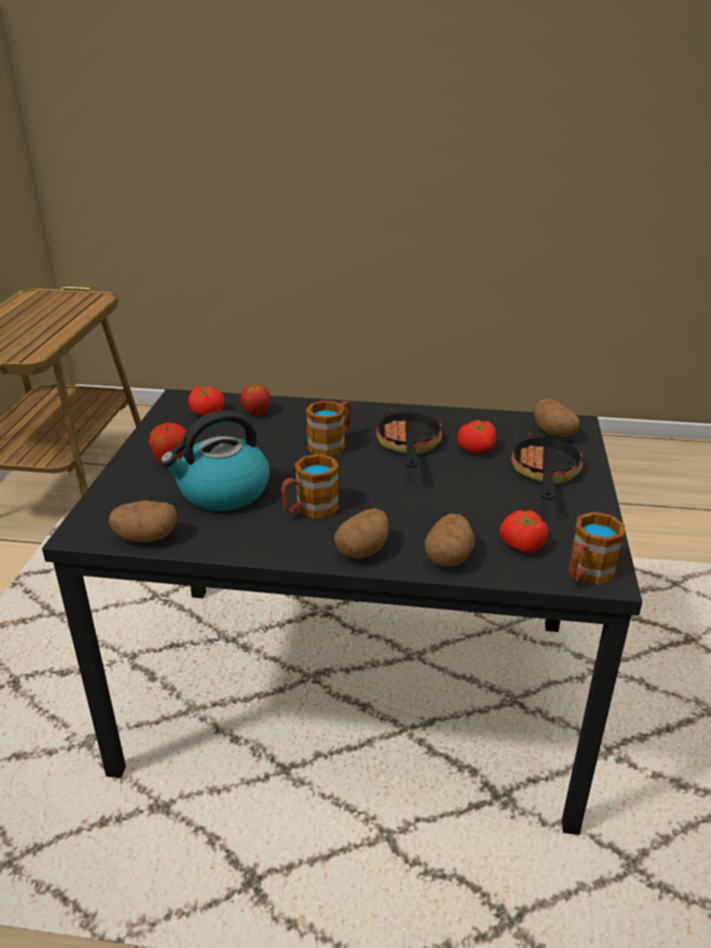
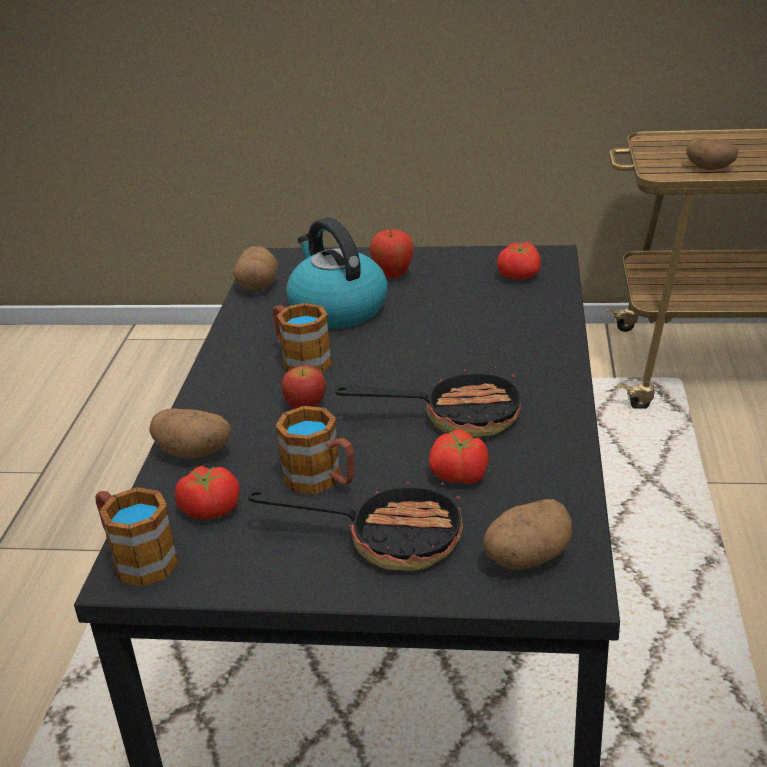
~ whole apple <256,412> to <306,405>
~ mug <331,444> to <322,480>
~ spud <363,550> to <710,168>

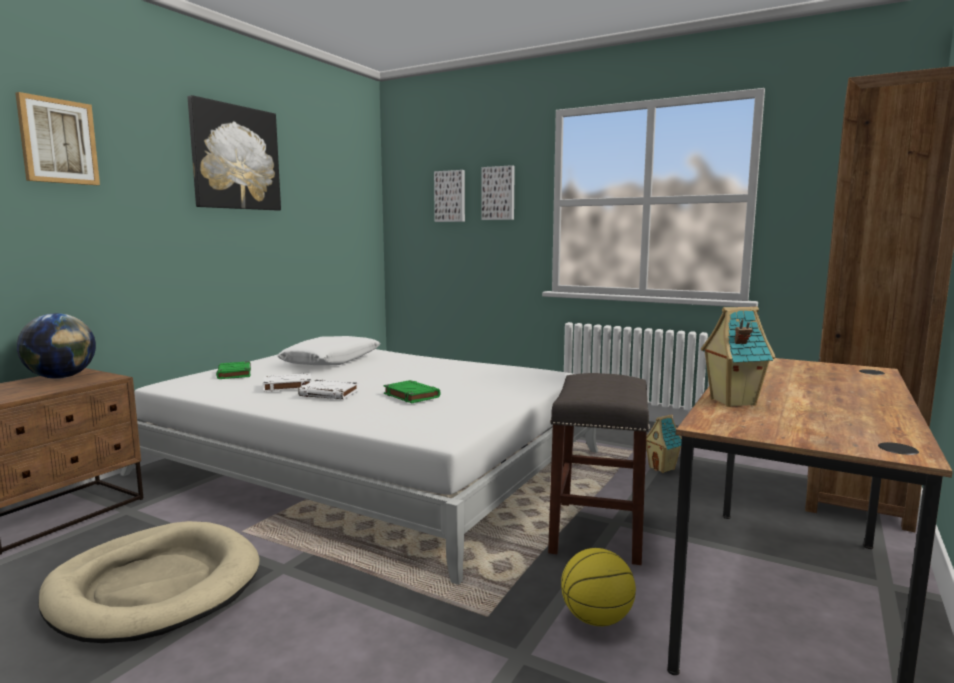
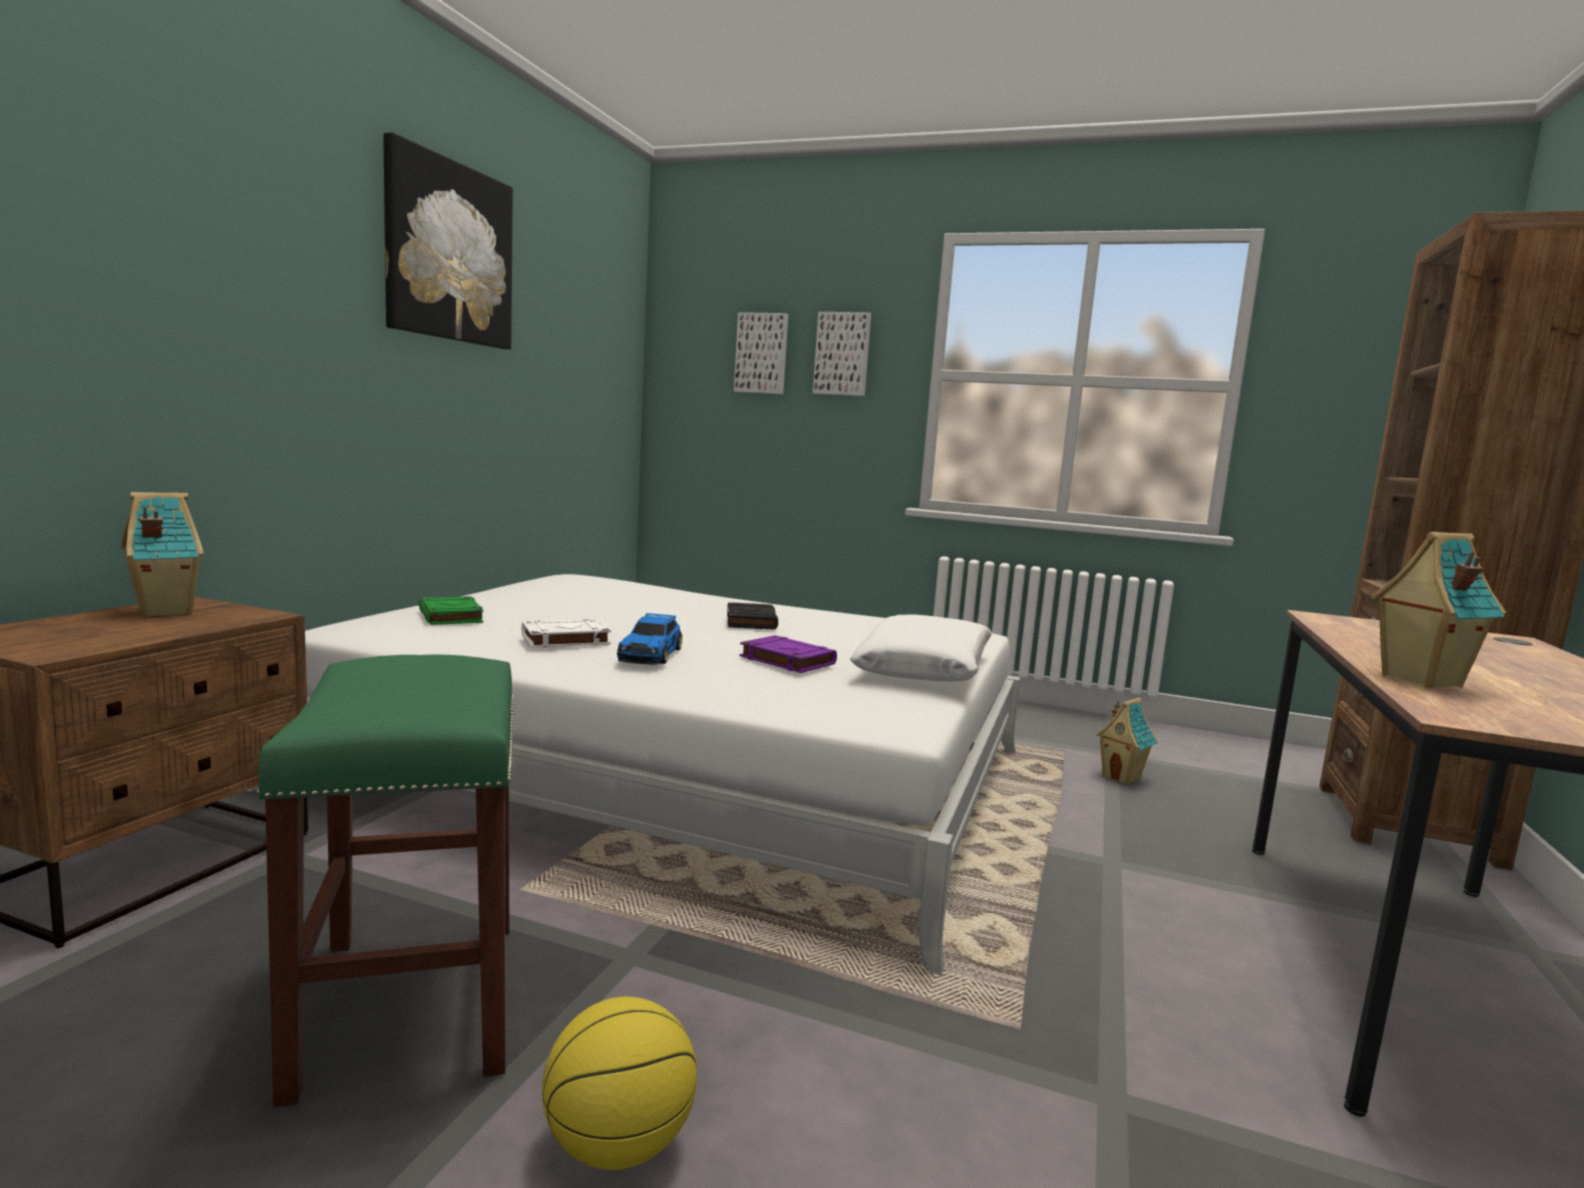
- wall art <58,141>
~ desk globe <61,377> to model house <163,611>
~ whitish cushion <332,361> to <925,668>
- grey sitting stool <596,530>
~ whitish book <330,394> to miniature car <650,654>
~ greenish book <410,395> to purple book <786,660>
~ beige-coloured pet bed <155,587> to greenish sitting stool <408,1001>
~ basketball <596,619> to <617,1145>
+ blackish book <750,621>

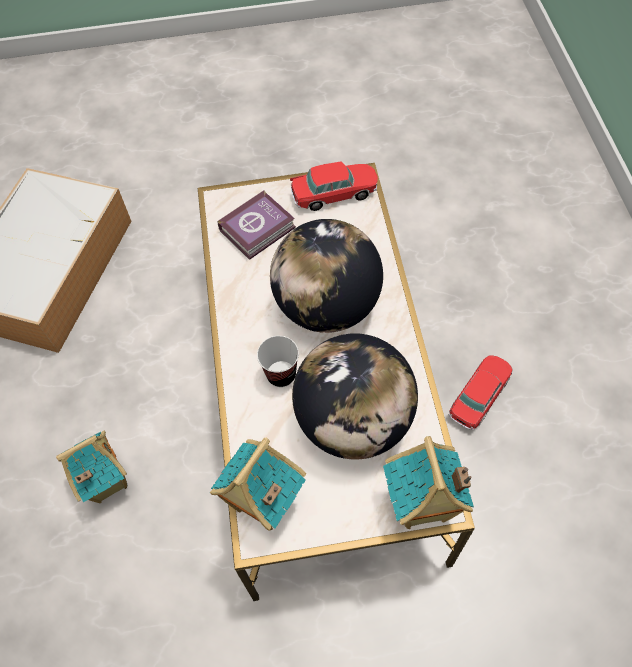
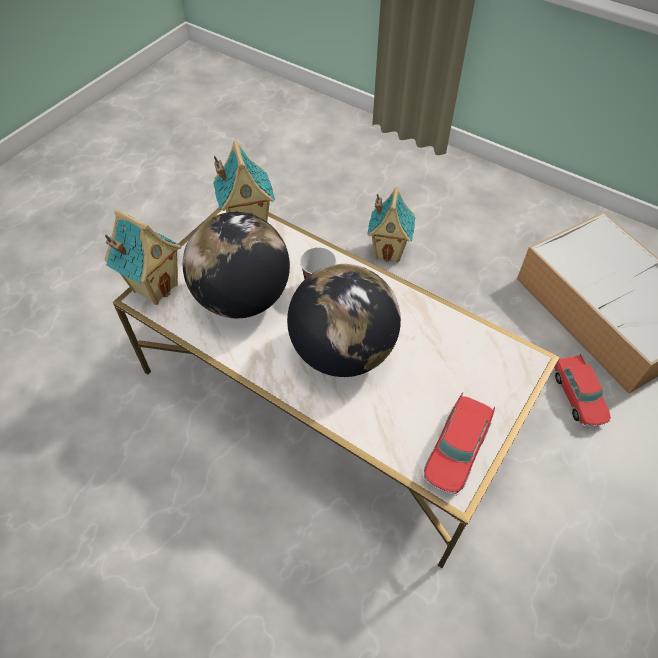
- book <259,229>
~ miniature car <479,396> to <578,396>

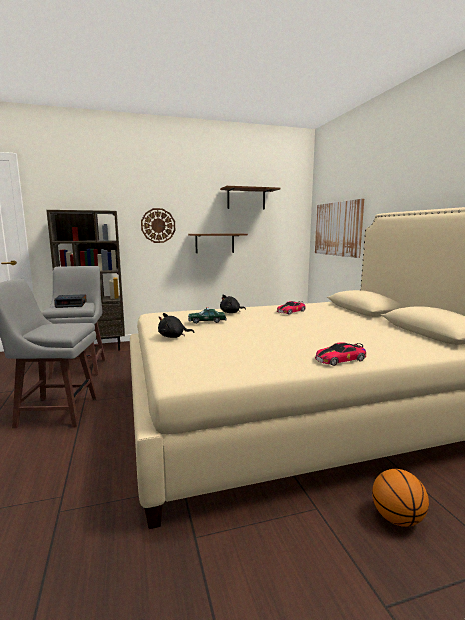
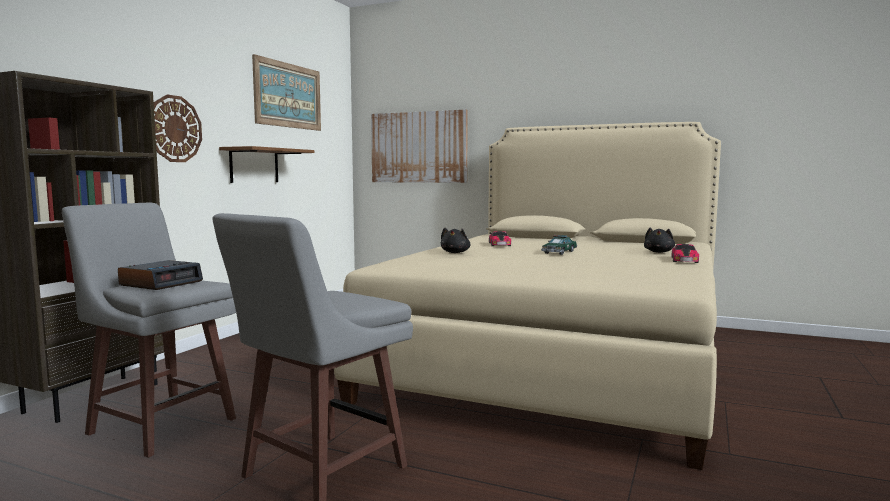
~ brown-coloured wall shelf <246,199> to wall art <288,95>
~ miniature car <207,321> to <559,252>
~ blackish cuddly toy <173,337> to <659,252>
- basketball <397,518>

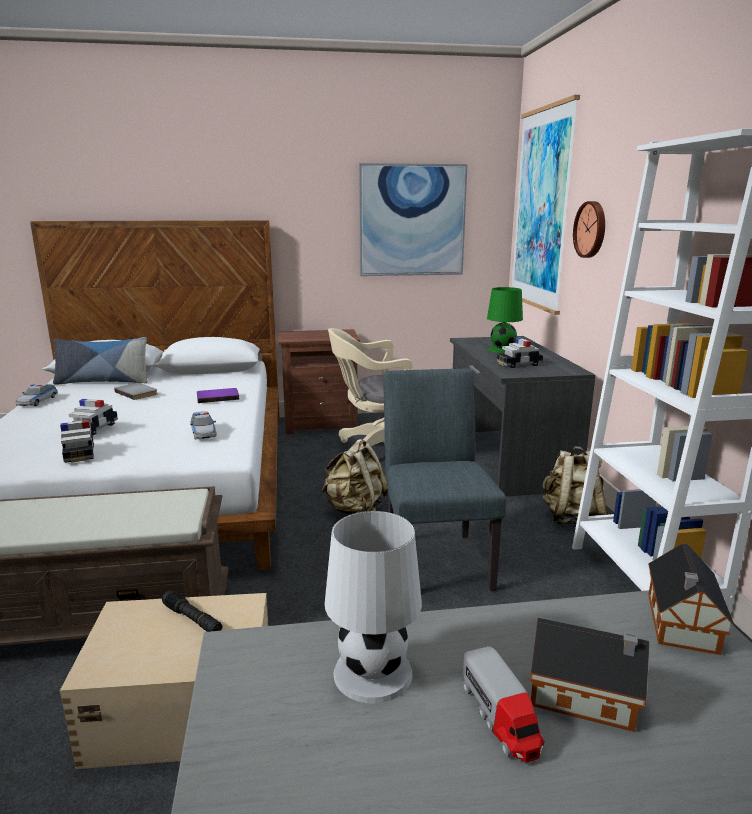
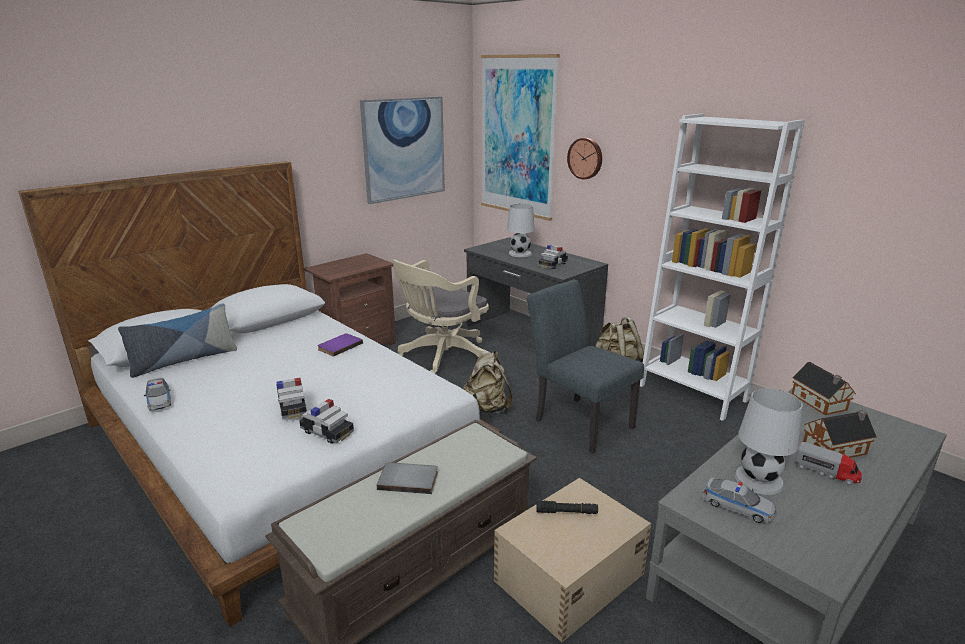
~ greenish table lamp <502,349> to whitish table lamp <519,253>
~ grey book <138,393> to <408,479>
~ miniature car <203,432> to <737,507>

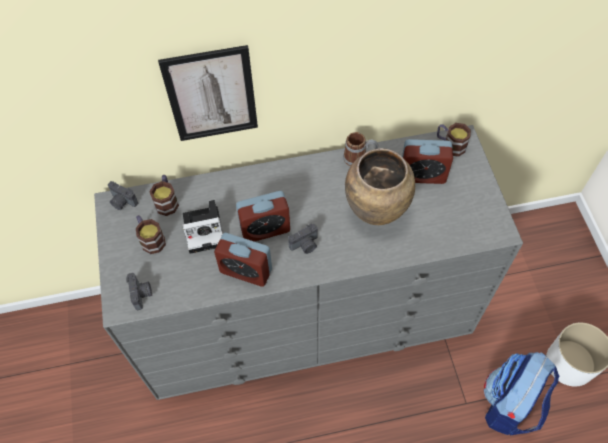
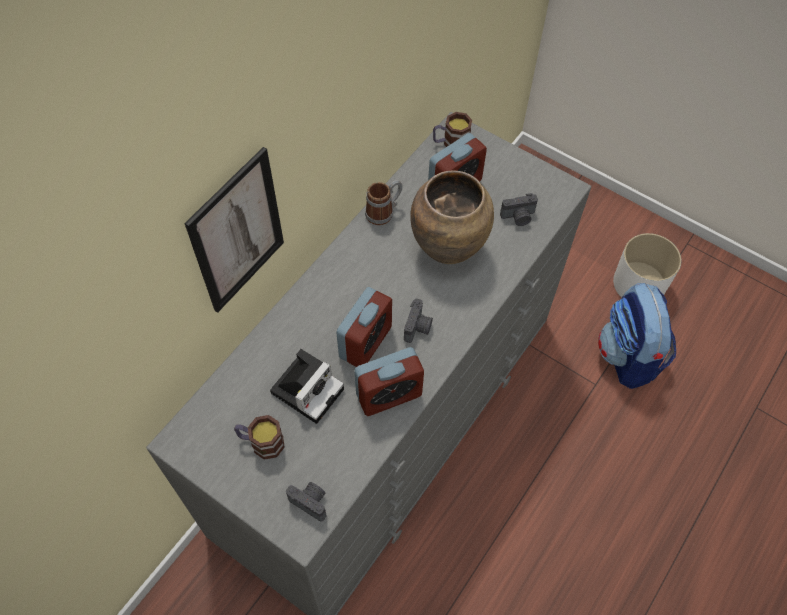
- mug <167,201>
~ still camera <122,202> to <518,217>

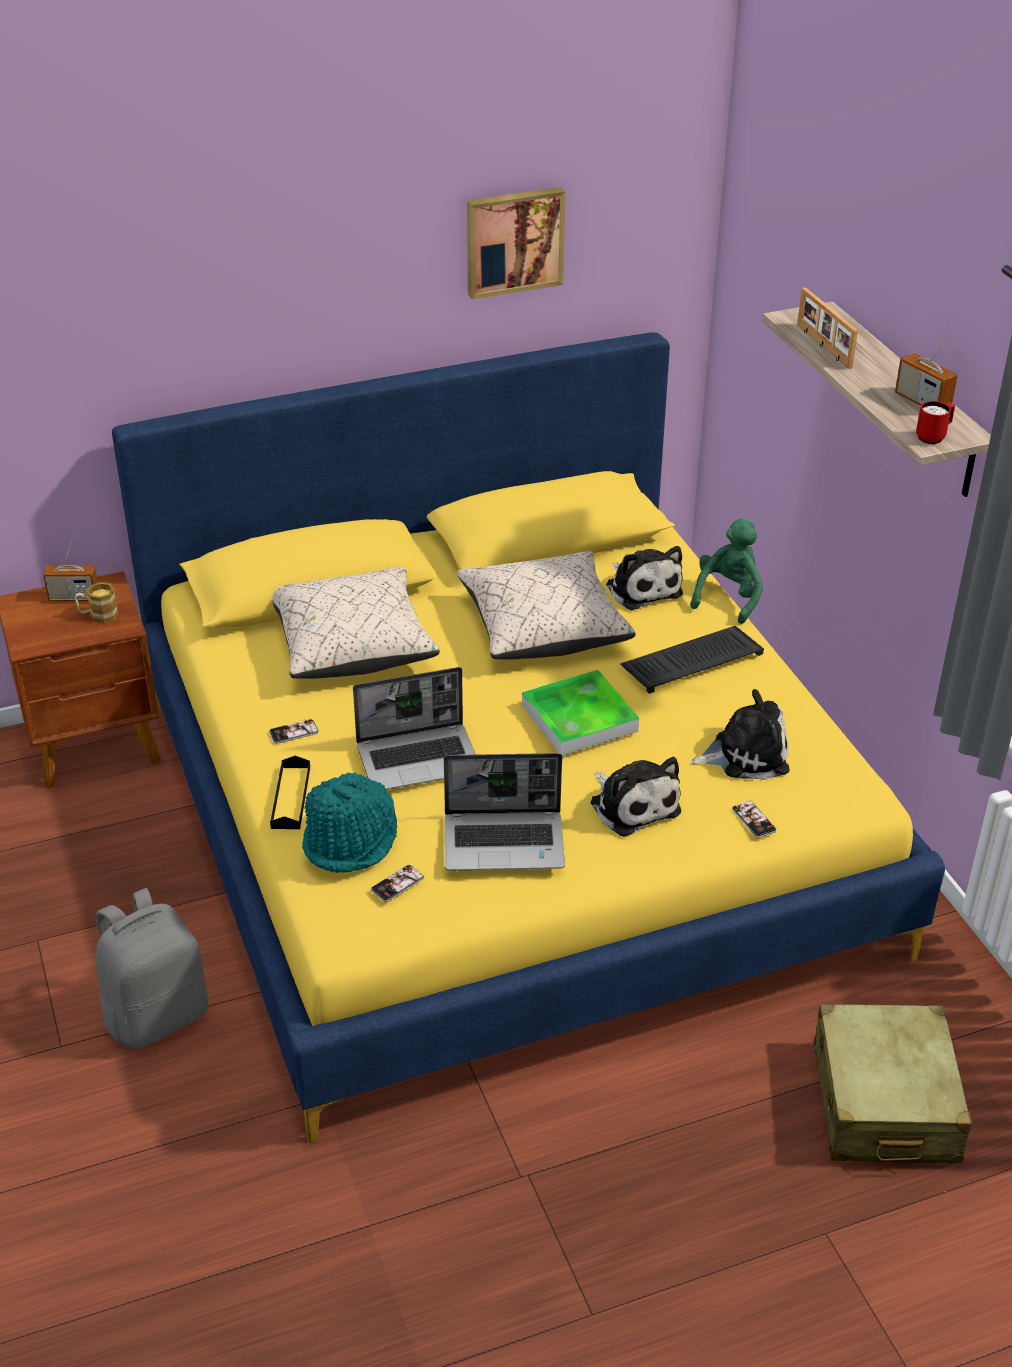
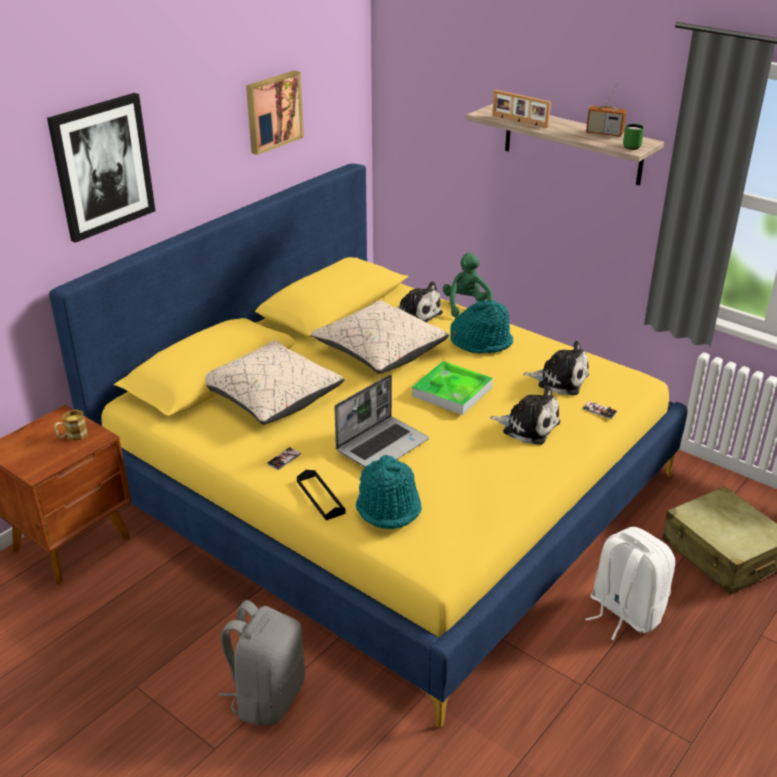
~ red-coloured mug <933,437> to greenish mug <632,146>
- radio receiver <74,597>
~ keyboard <692,659> to blue-green clothing hat <481,342>
~ cuddly toy <745,754> = <559,380> 60 degrees clockwise
- portable computer <505,842>
- phone <397,884>
+ wall art <102,166>
+ whitish backpack <624,612>

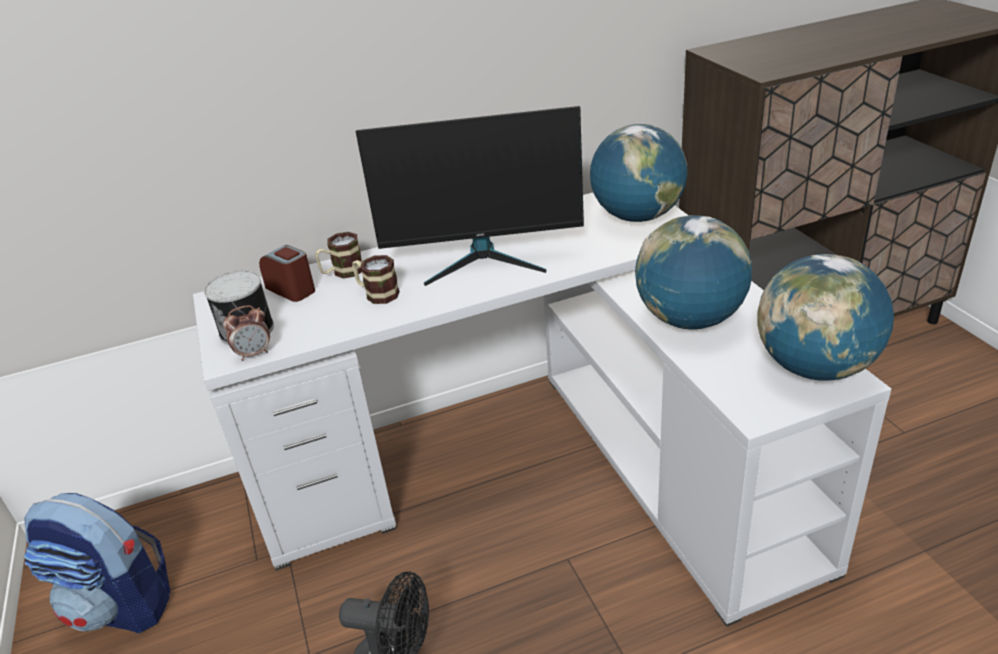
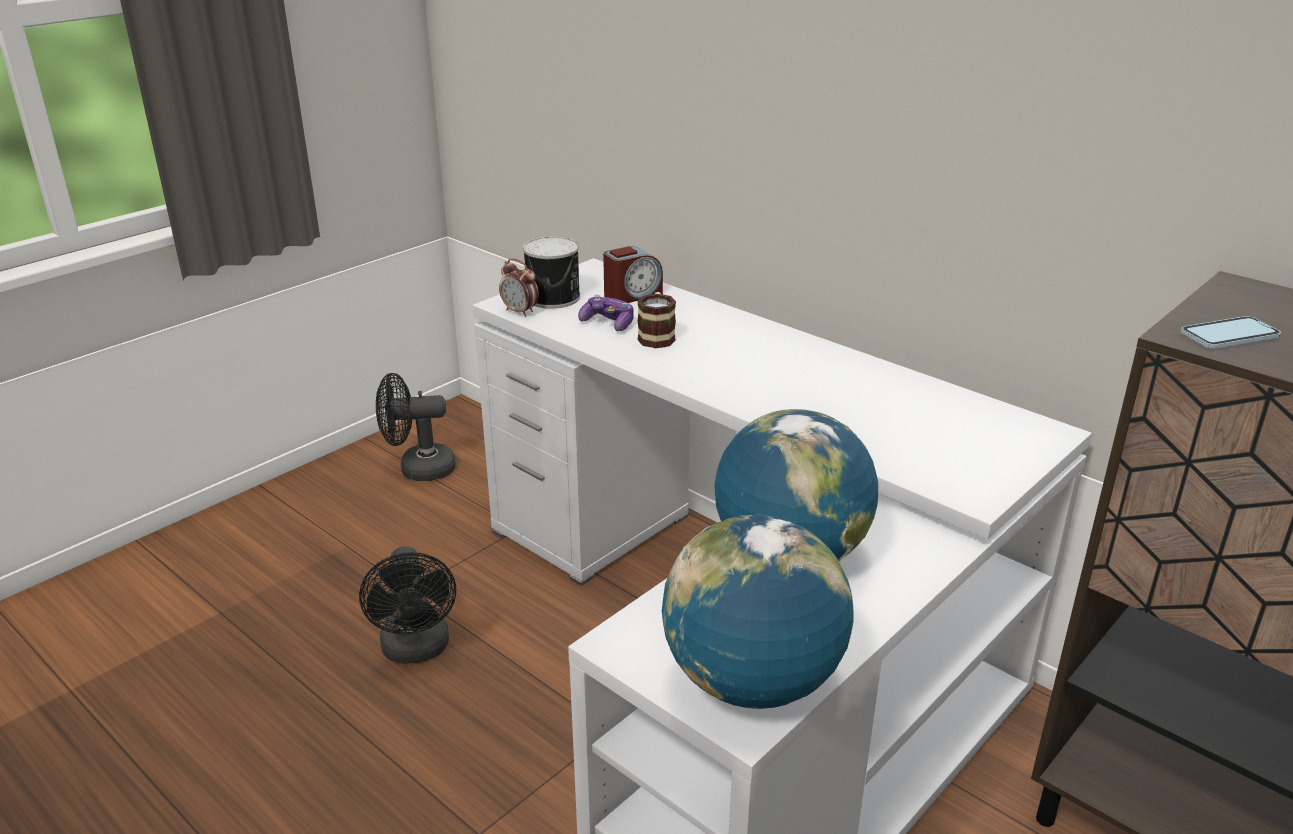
- computer display <484,259>
- desk globe <637,217>
- mug <342,272>
~ alarm clock <292,289> = <632,295> 45 degrees clockwise
~ backpack <122,605> to blackish electric fan <418,469>
+ gamepad <608,323>
+ phone <1229,336>

